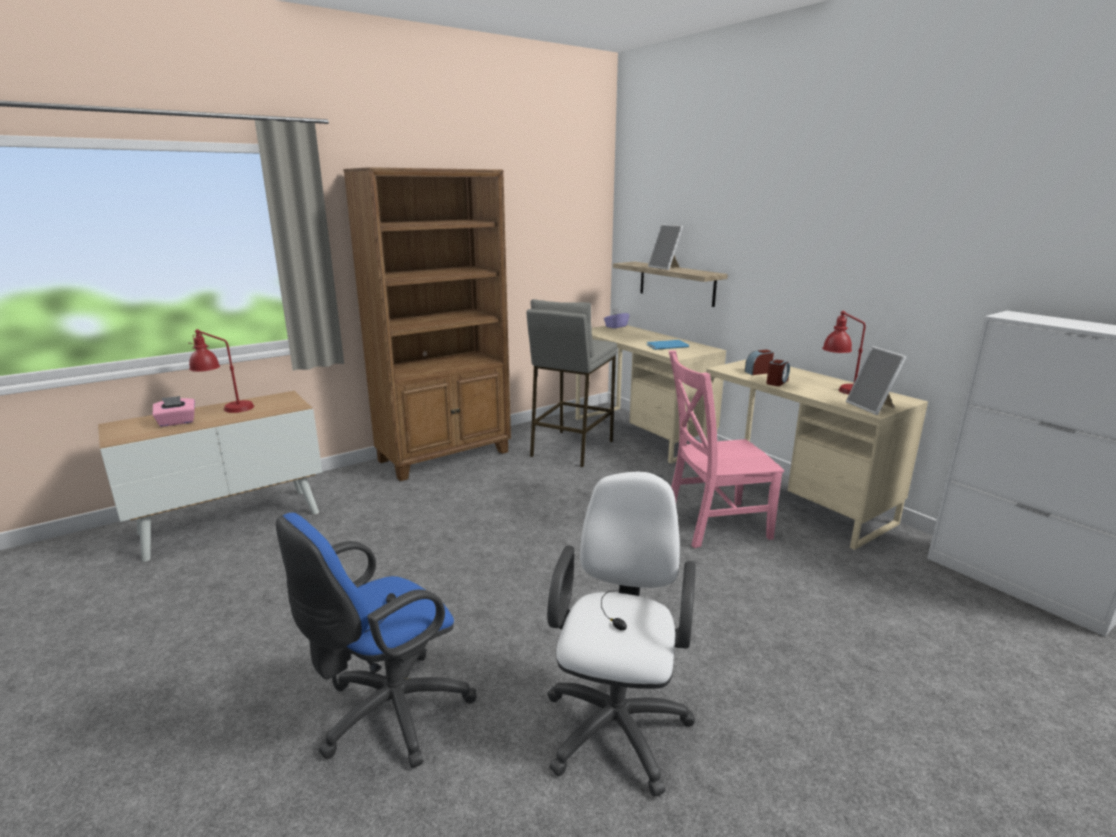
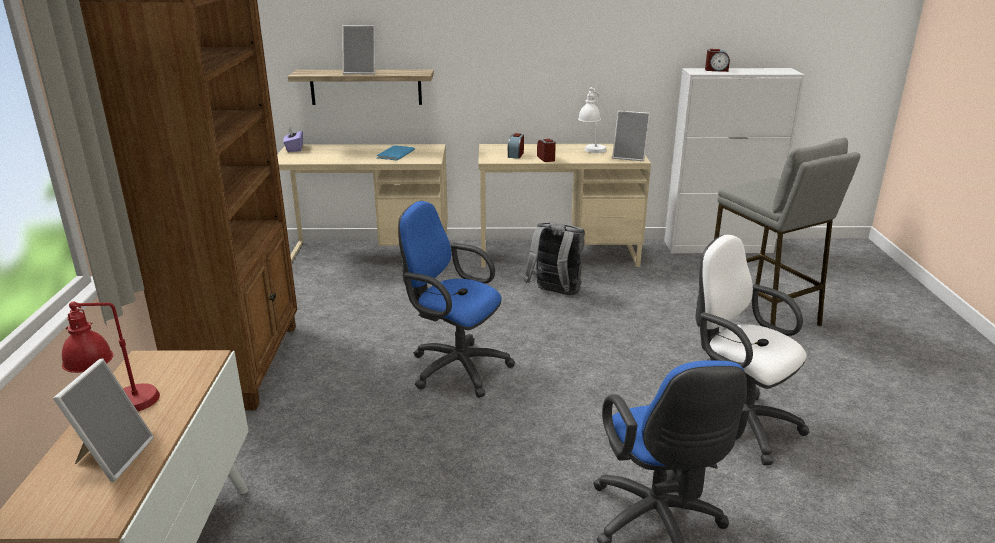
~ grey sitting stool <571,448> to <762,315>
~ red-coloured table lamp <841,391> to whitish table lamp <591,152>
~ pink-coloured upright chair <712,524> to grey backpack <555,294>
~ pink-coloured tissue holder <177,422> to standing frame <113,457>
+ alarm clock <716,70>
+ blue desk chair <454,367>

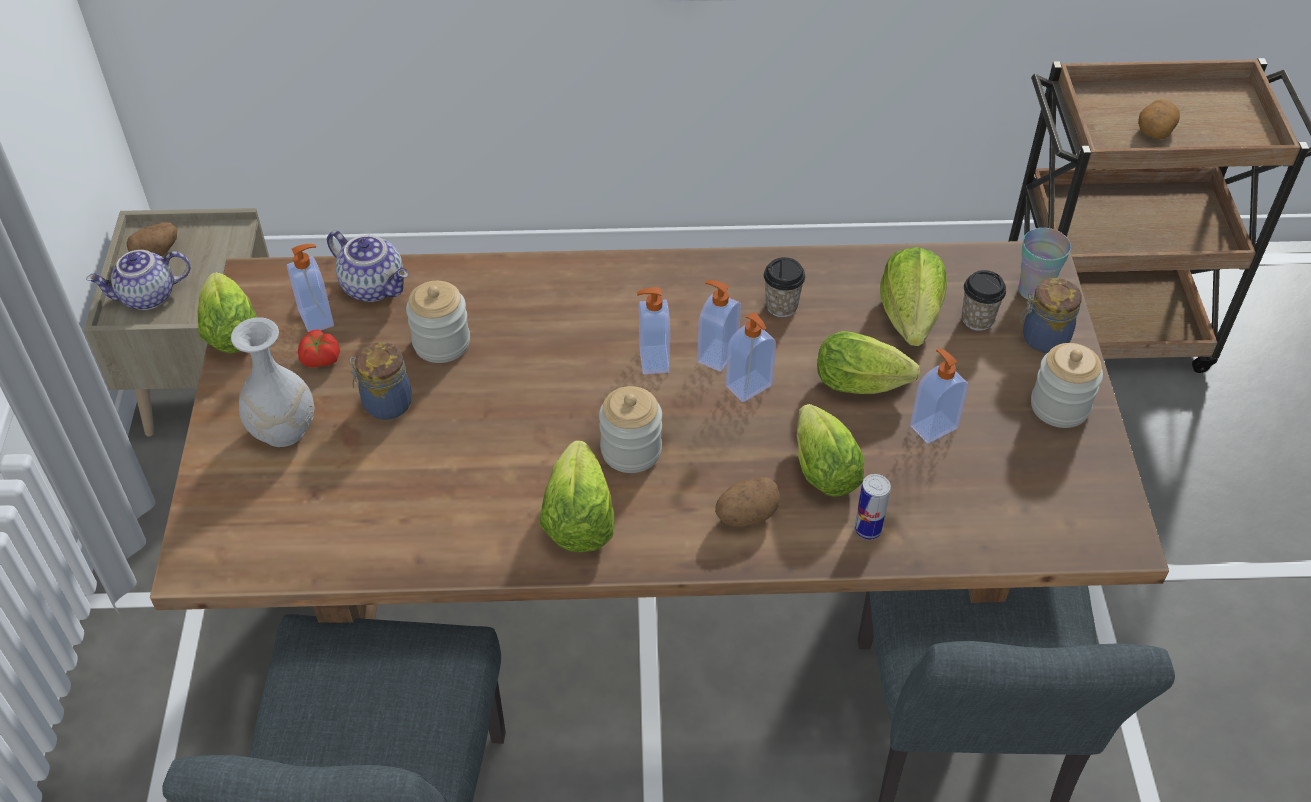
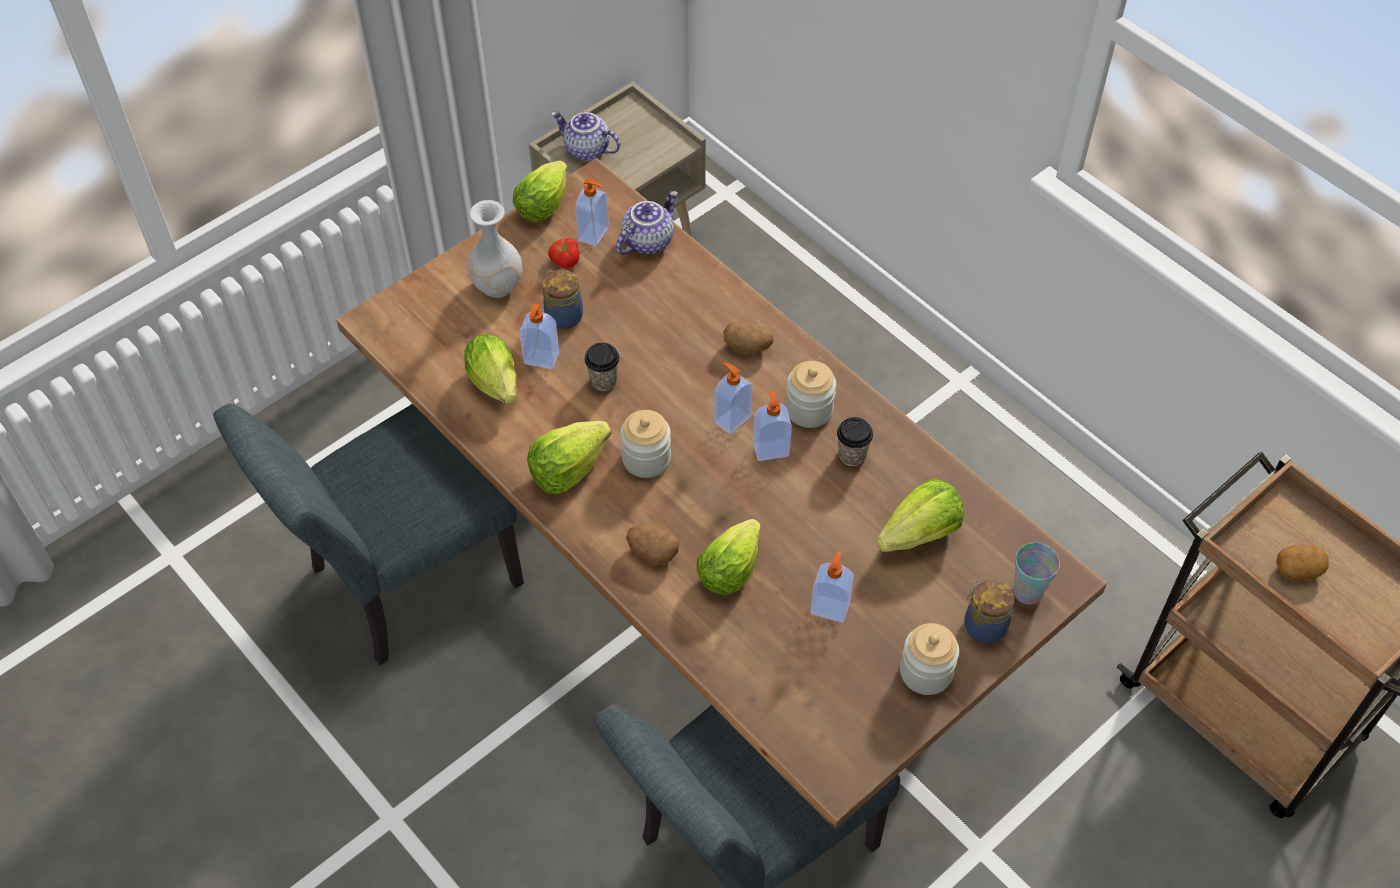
~ spud <157,252> to <748,347>
~ teapot <375,286> = <647,241> 135 degrees counterclockwise
~ cup <977,319> to <603,380>
~ preserve jar <441,343> to <809,409>
~ soap dispenser <750,387> to <541,359>
~ head of lettuce <865,384> to <497,386>
- metal can <868,529>

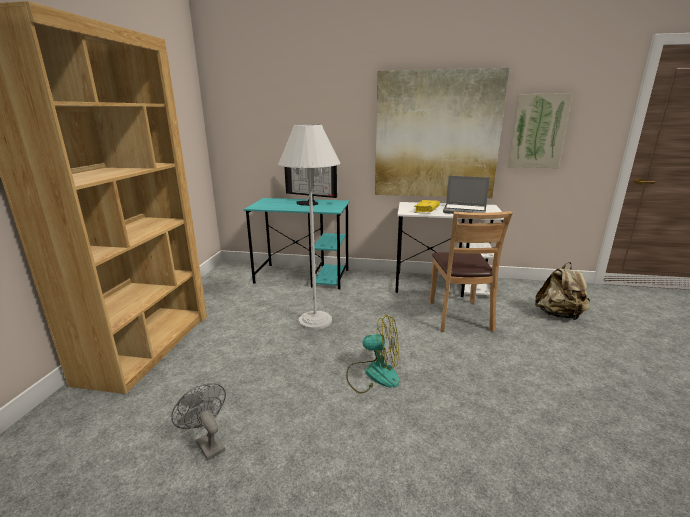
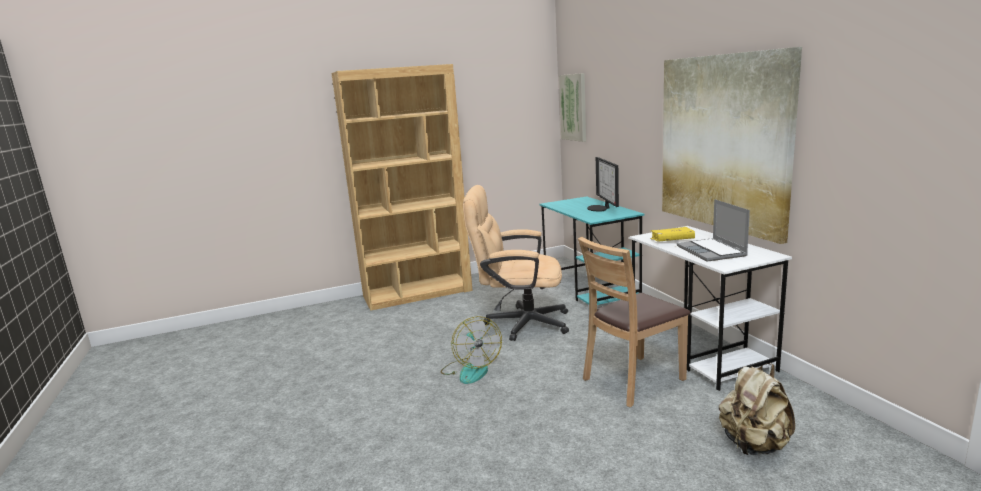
~ wall art <537,131> to <574,107>
~ whitish standing lamp <315,321> to beige-coloured desk chair <519,323>
- grey electric fan <207,443>

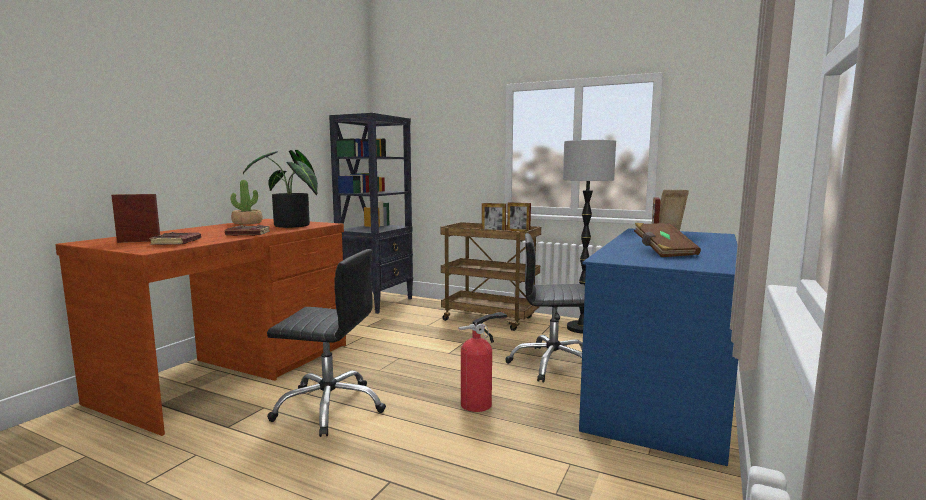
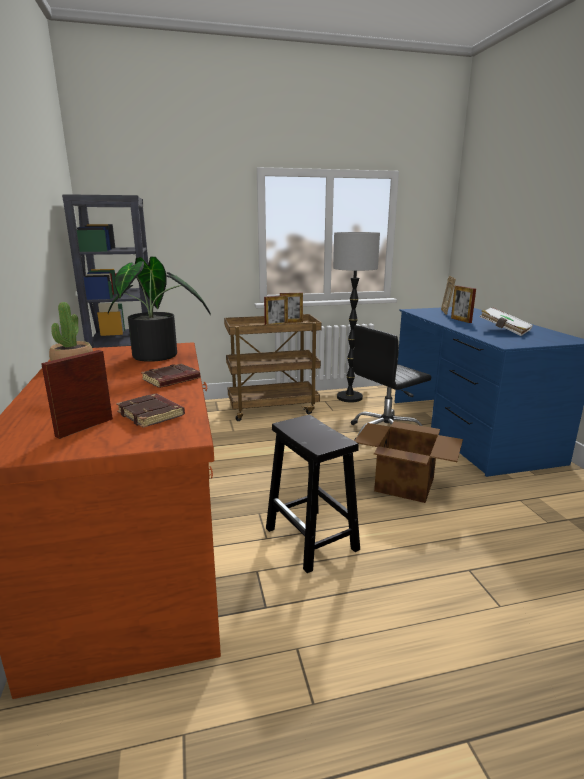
~ brown-coloured book <663,252> to whitish book <504,330>
~ blackish desk chair <330,407> to blackish sitting stool <312,539>
~ fire-fighting cylinder <479,404> to packing box <403,484>

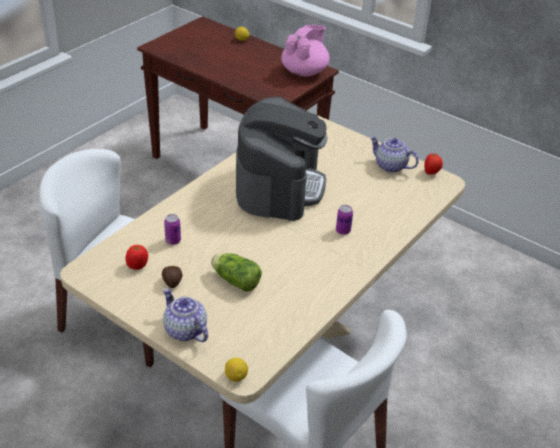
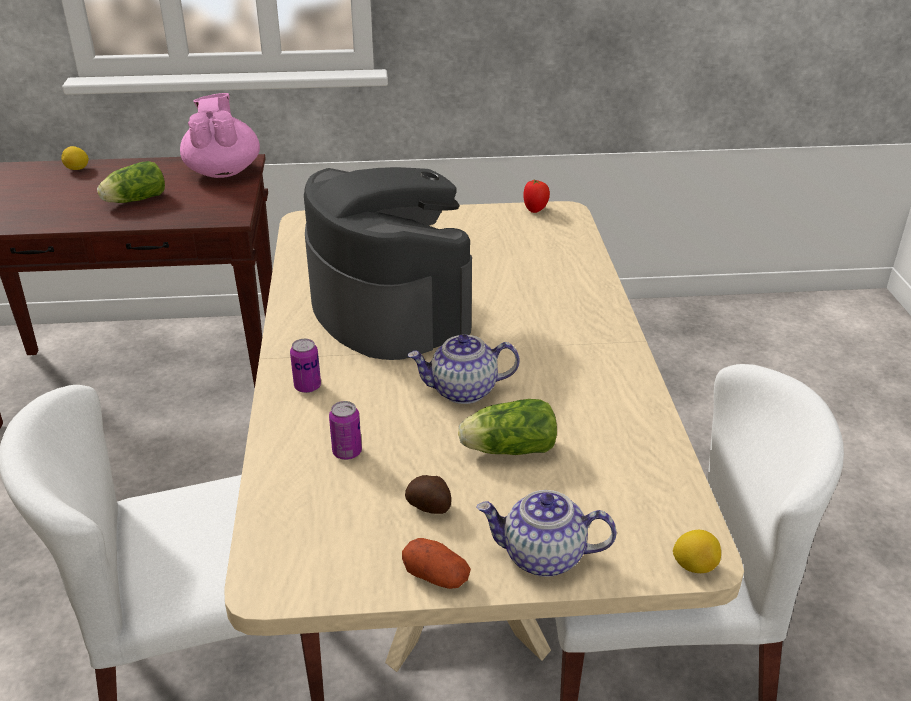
~ teapot <390,166> to <463,391>
~ metal can <343,231> to <307,386>
- tomato <137,266>
+ head of lettuce <133,200>
+ spud <436,576>

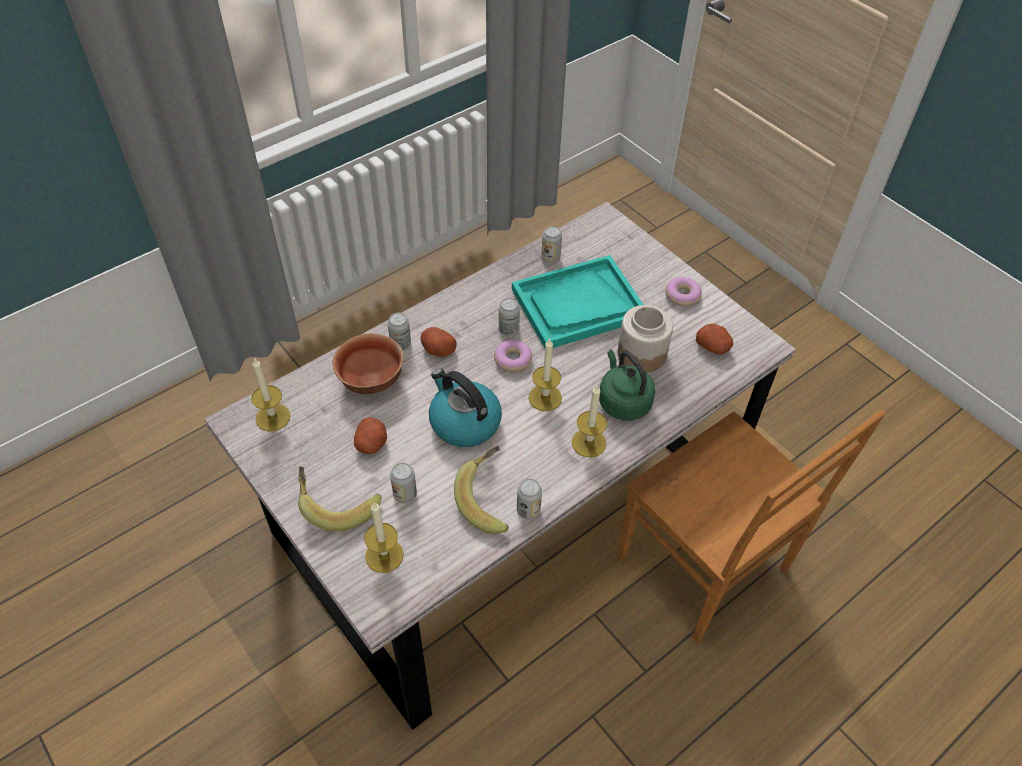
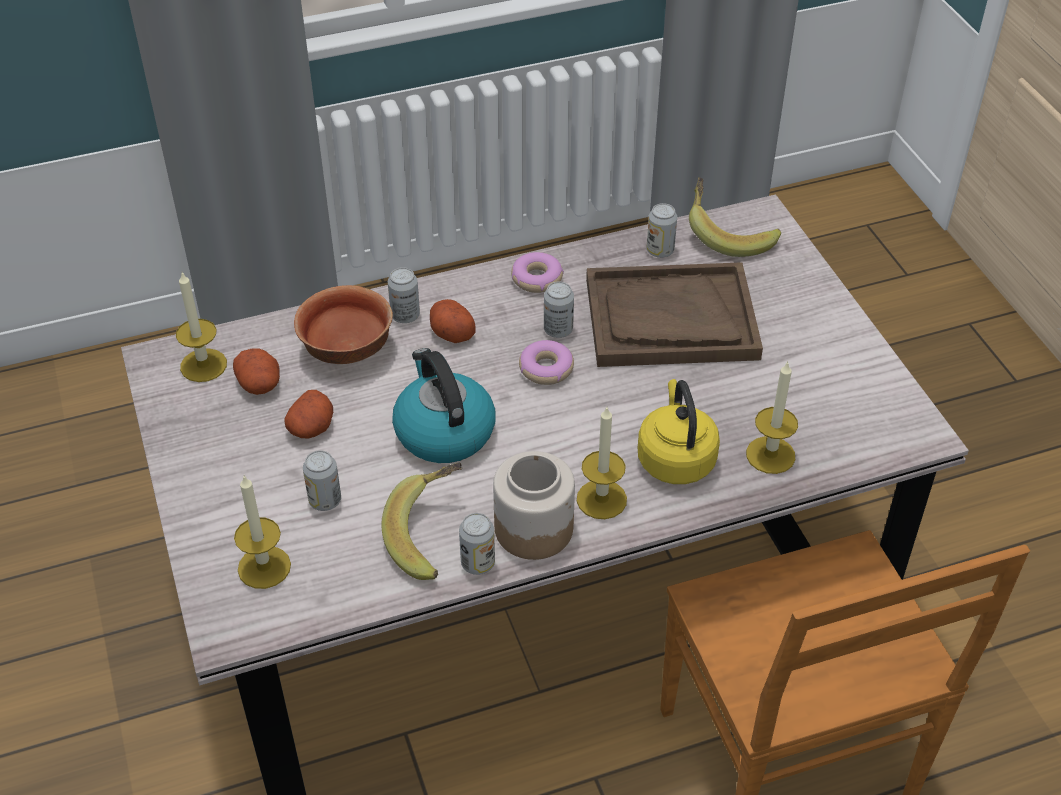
~ blue-green serving tray <578,304> to brown-coloured serving tray <670,319>
~ ring doughnut <682,296> to <536,279>
~ preserve jar <641,353> to <533,528>
~ spud <713,346> to <260,384>
~ candle <545,397> to <770,455>
~ greenish water kettle <623,401> to yellow water kettle <675,458>
~ banana fruit <338,504> to <728,234>

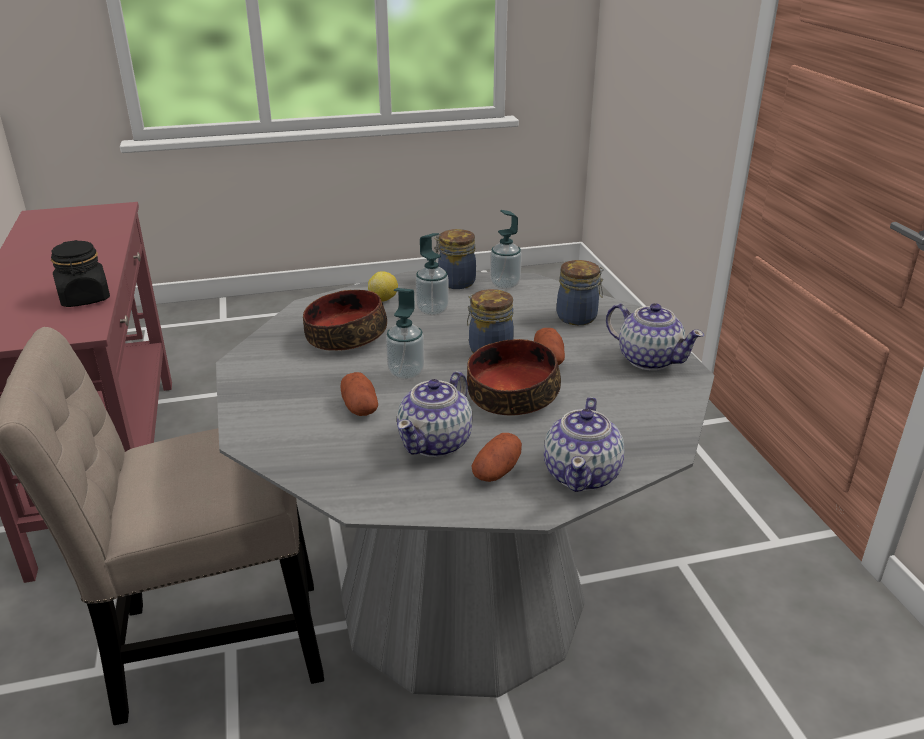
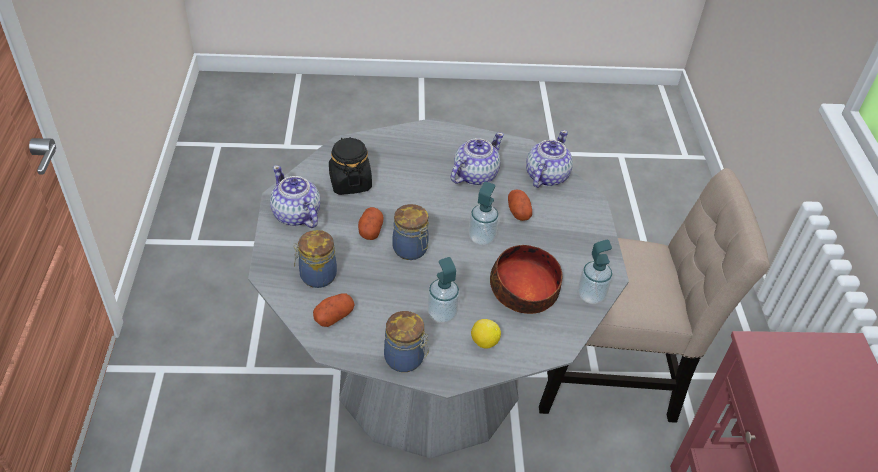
~ soap dispenser <505,284> to <591,295>
~ blackish preserve jar <85,298> to <350,182>
- deep dish <511,395>
~ teapot <582,474> to <546,176>
~ spud <497,471> to <334,316>

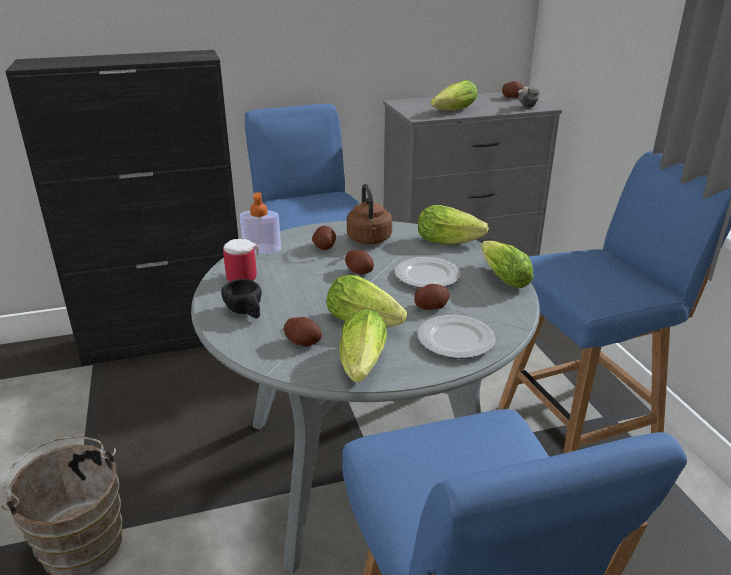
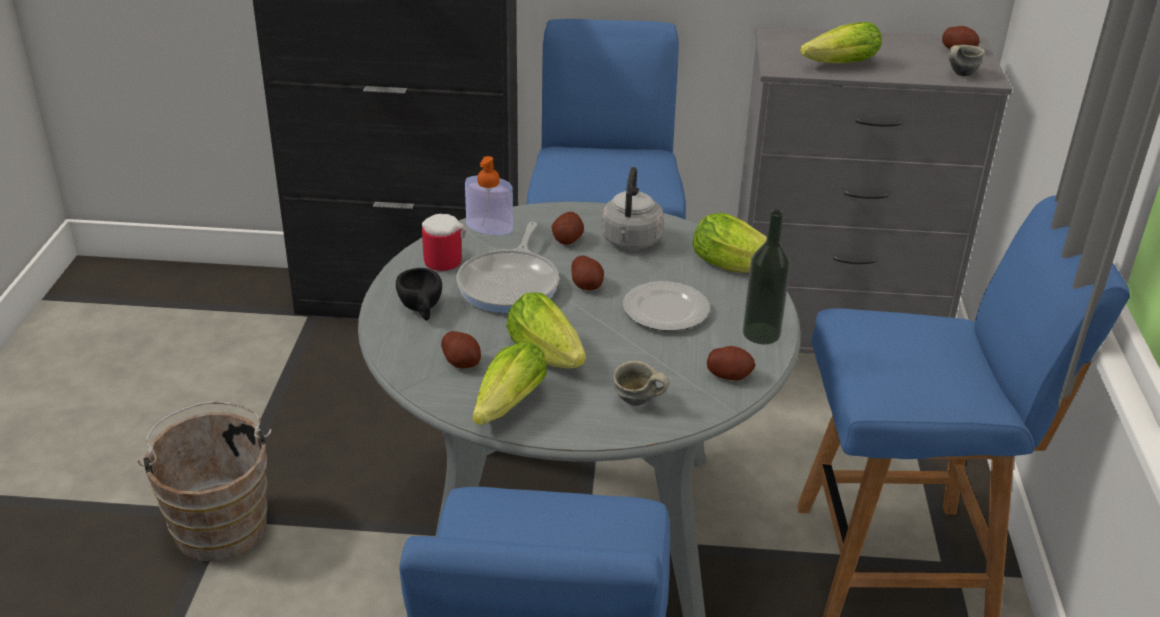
~ brown-coloured water kettle <369,240> to grey water kettle <630,242>
~ head of lettuce <501,277> to drink bottle <761,333>
~ spud <431,307> to <729,375>
~ plate <456,340> to grey mug <637,404>
+ frying pan <511,284>

